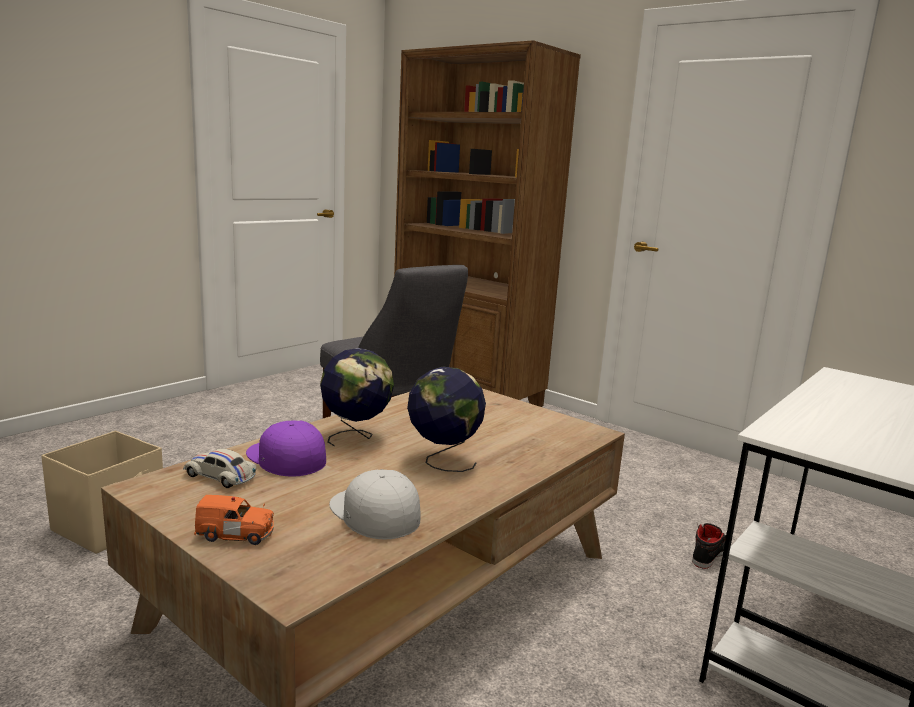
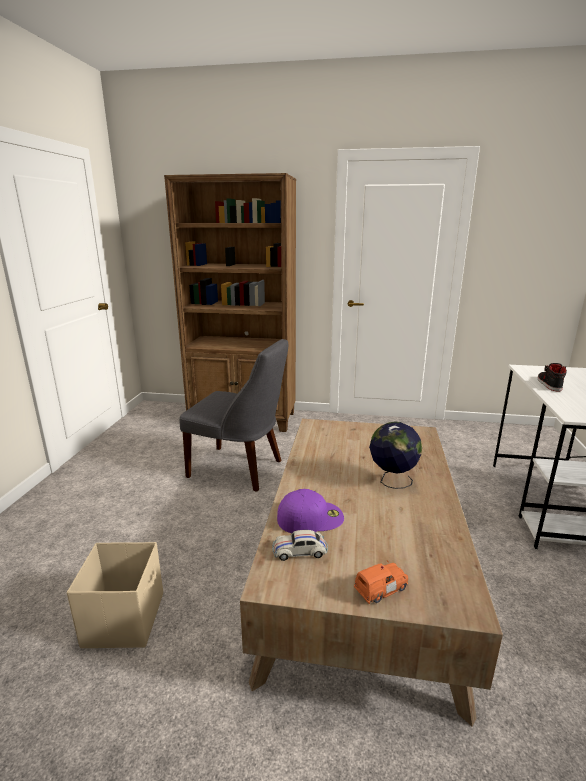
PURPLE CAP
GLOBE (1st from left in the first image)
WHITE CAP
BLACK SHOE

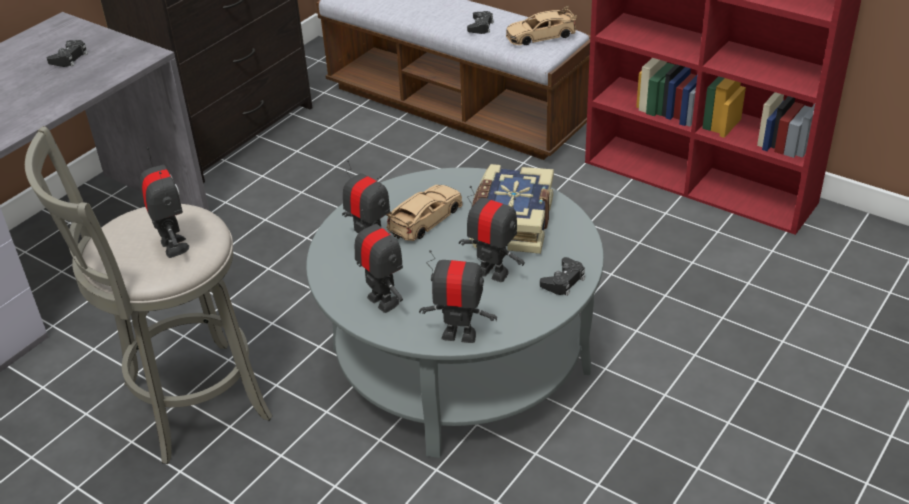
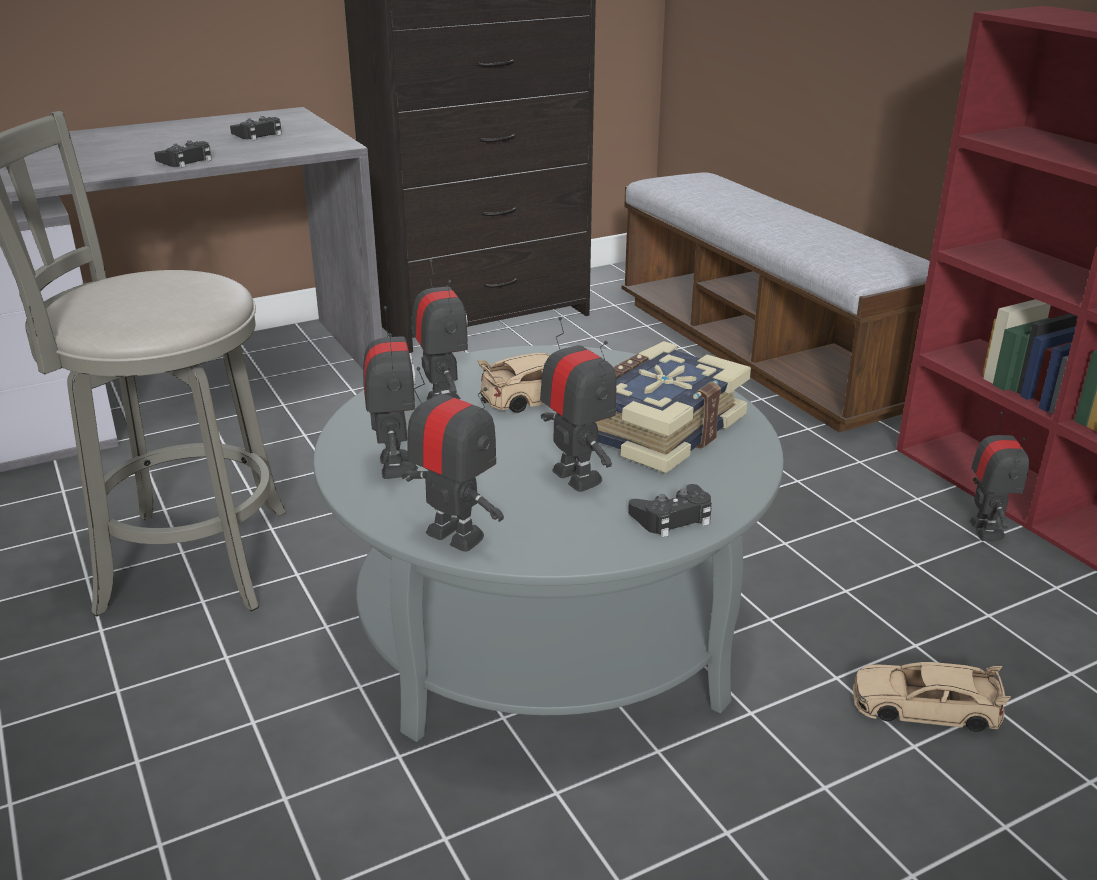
TOY ROBOT (5th from left)
BLACK GAME CONTROLLER (1st from left)
BEIGE TOY CAR (2nd from left)

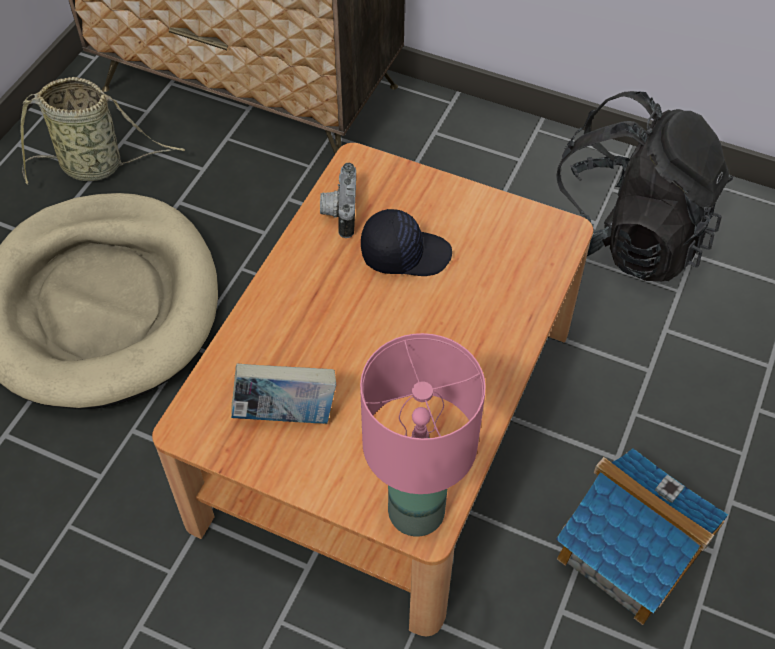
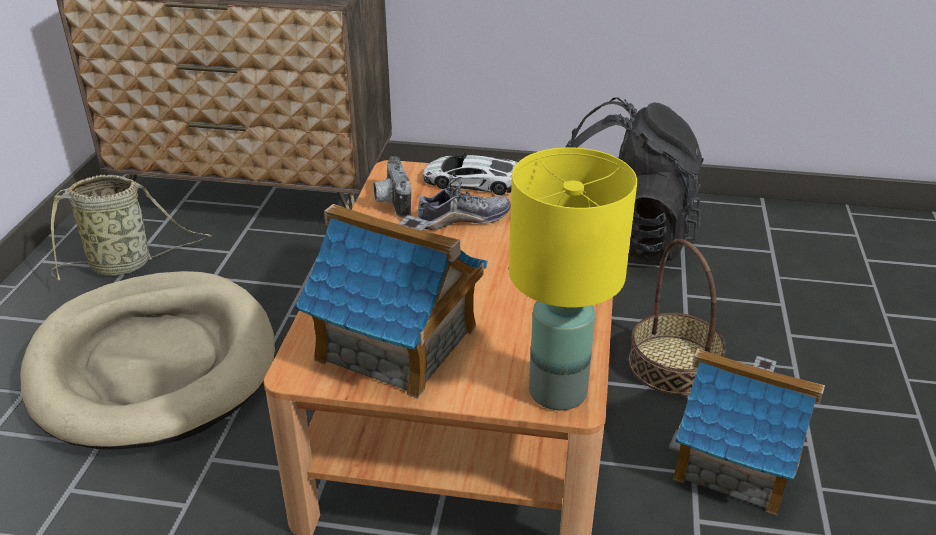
TOY HOUSE (1st from left)
YELLOW TABLE LAMP
SHOE
TOY CAR
BASKET (2nd from left)

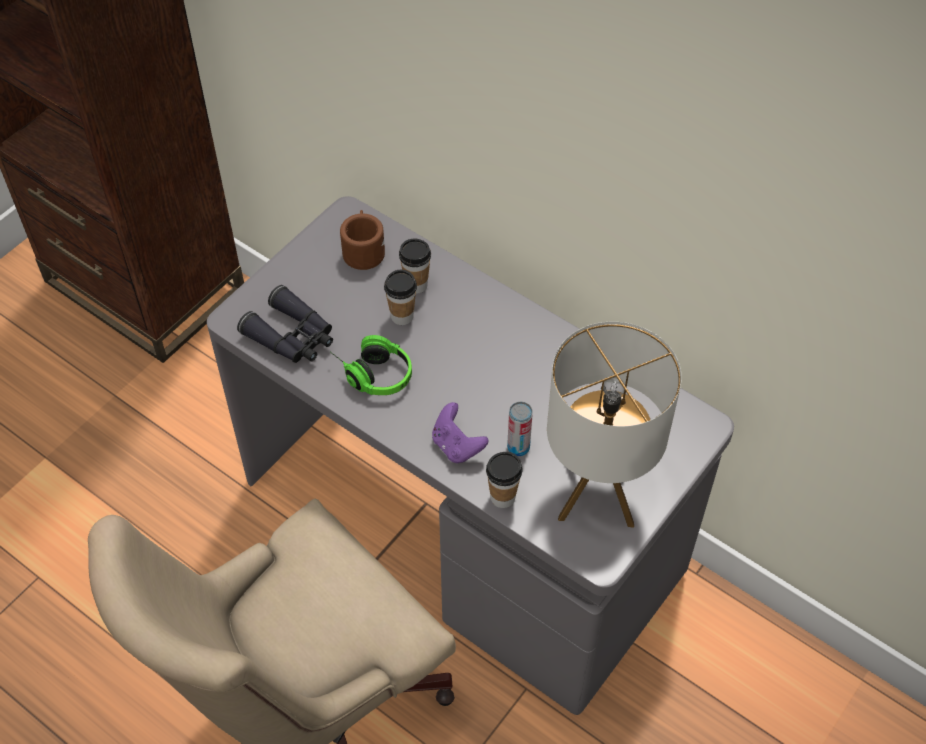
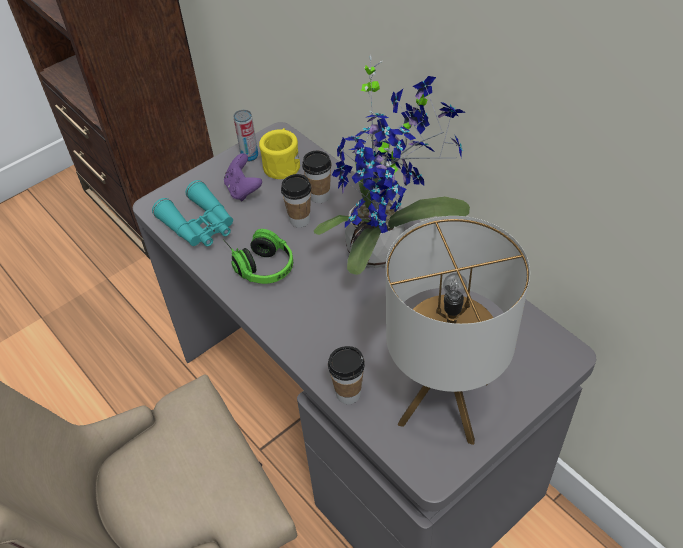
TURQUOISE BINOCULARS
YELLOW MUG
PURPLE GAME CONTROLLER
CAN
POTTED PLANT

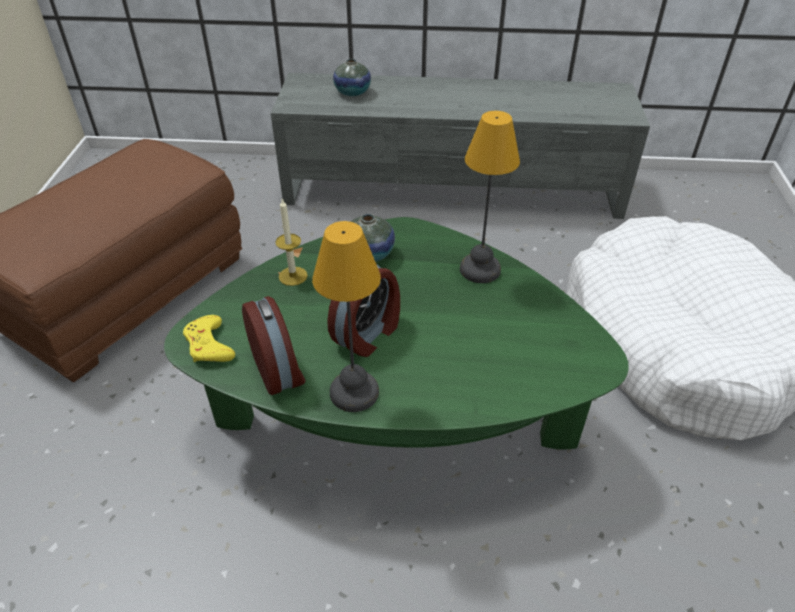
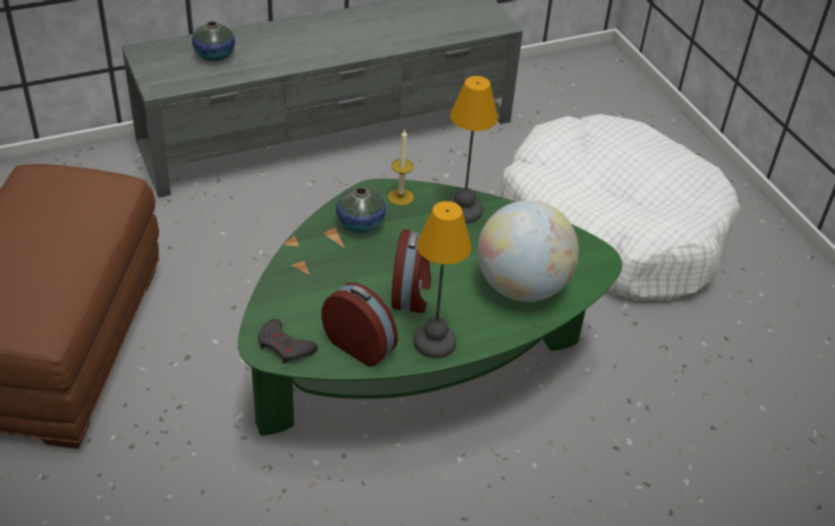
GREY GAME CONTROLLER
CANDLE
GLOBE

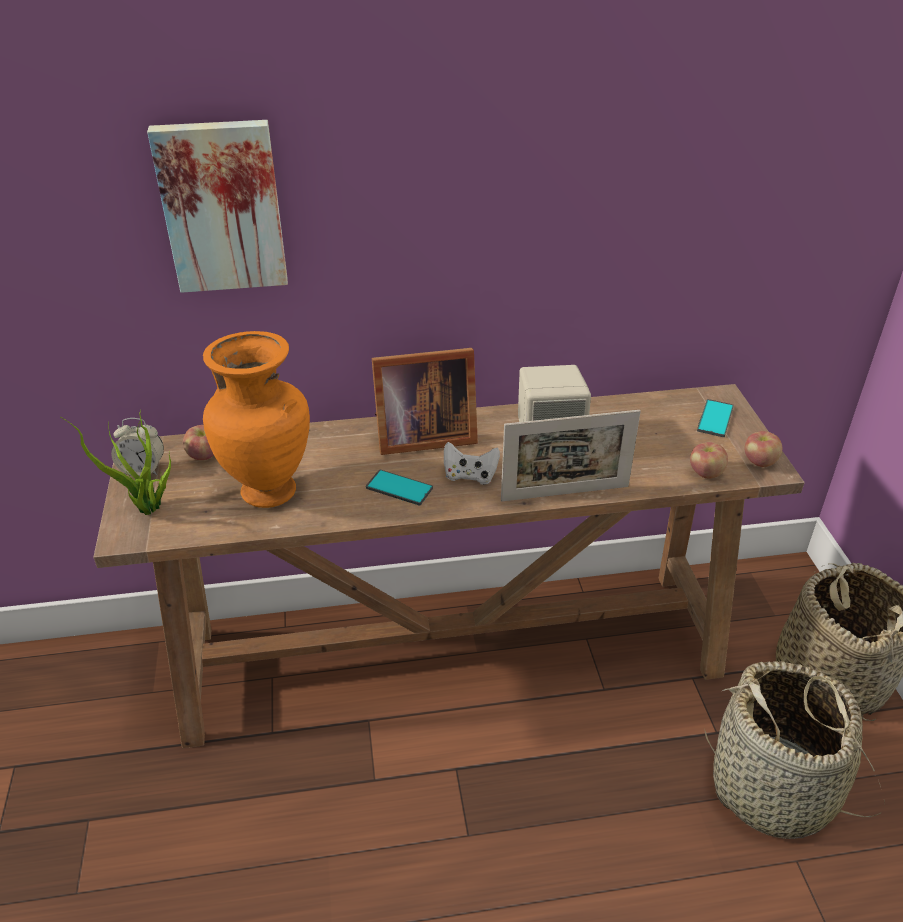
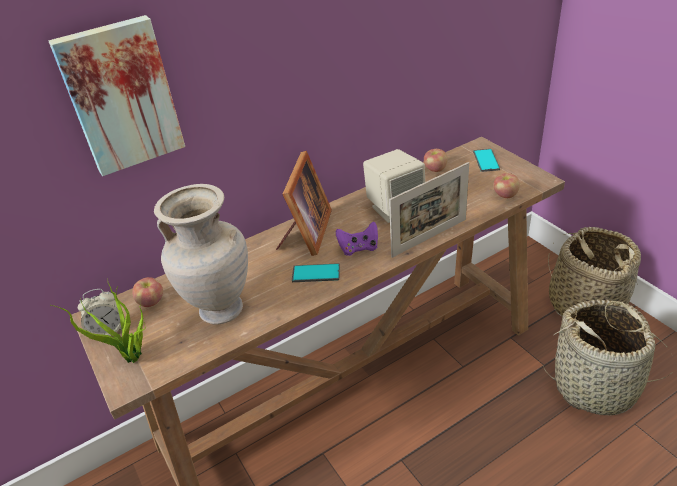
BEIGE VASE
PICTURE FRAME (1st from left)
PURPLE GAME CONTROLLER
APPLE (2nd from left)

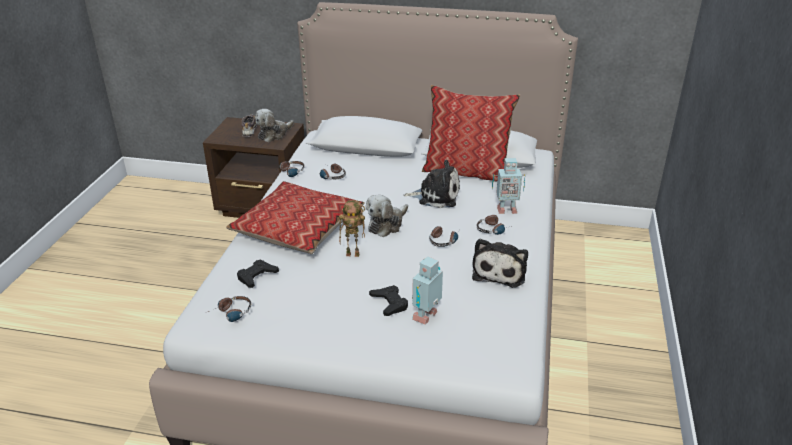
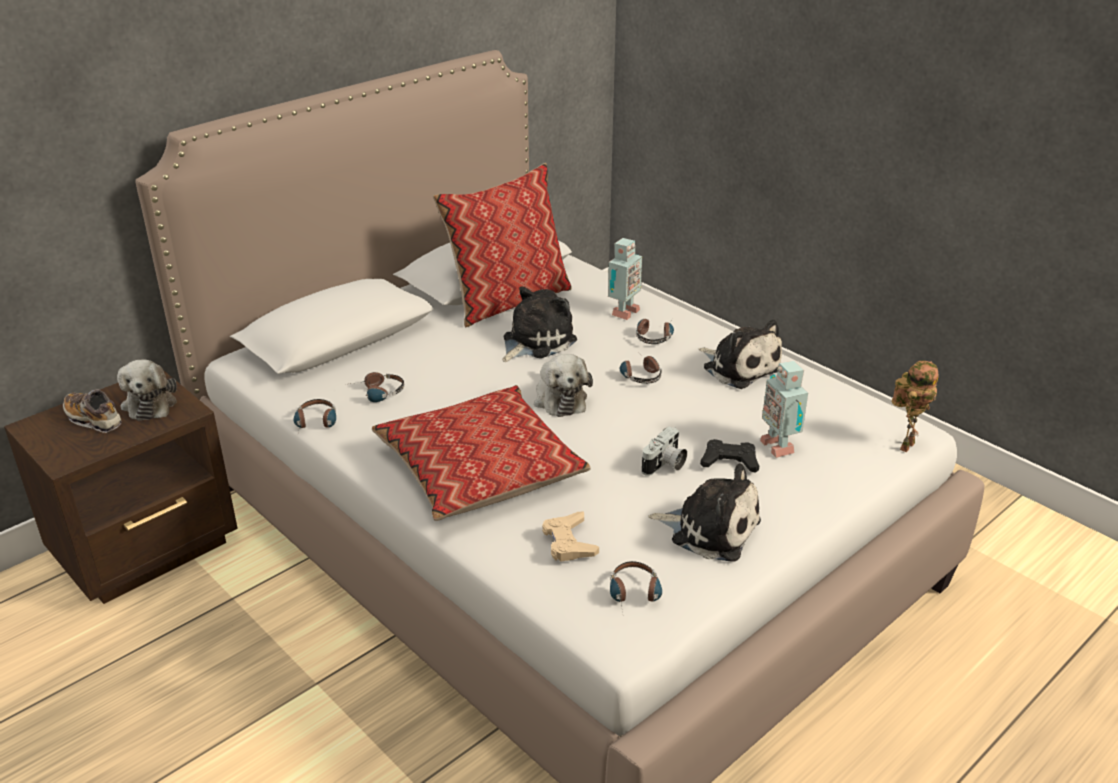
BEIGE GAME CONTROLLER
TOY ROBOT (3rd from left)
PHOTO CAMERA
PLUSH TOY (4th from left)

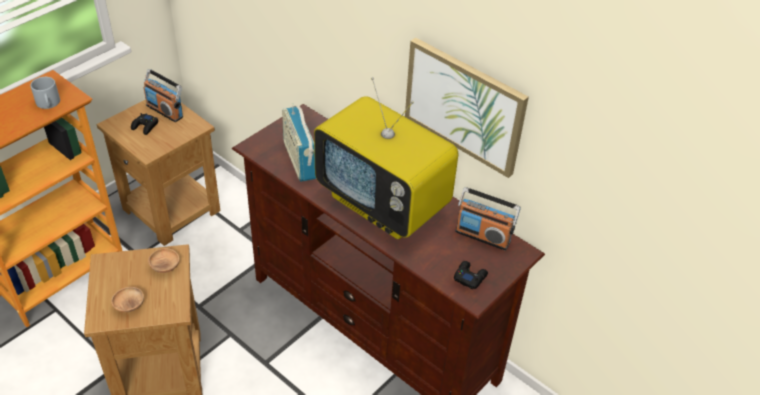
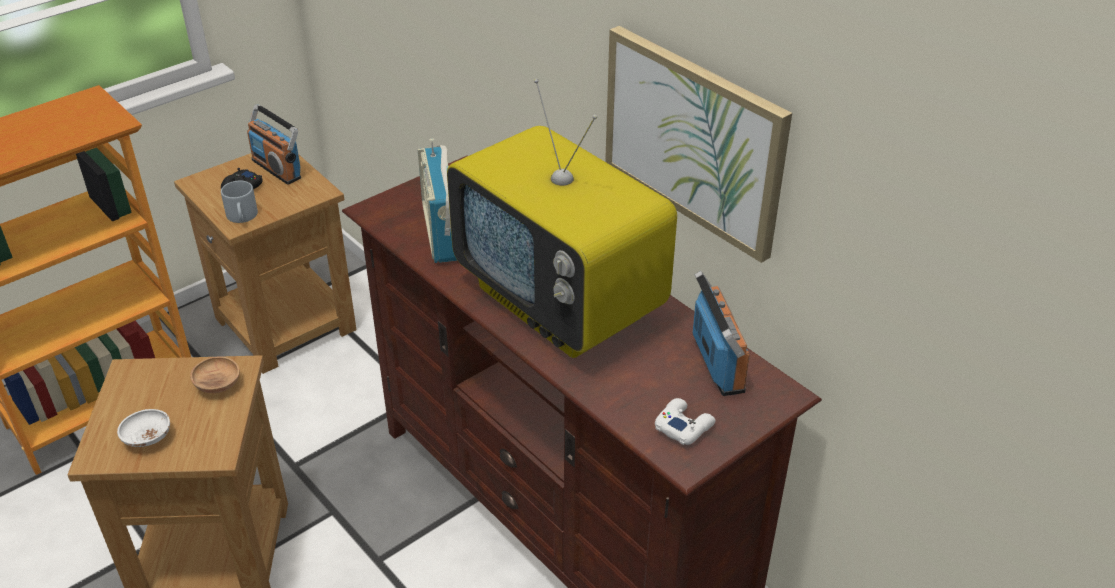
GREY MUG
WHITE BOWL
WHITE GAME CONTROLLER
RADIO (3rd from left)

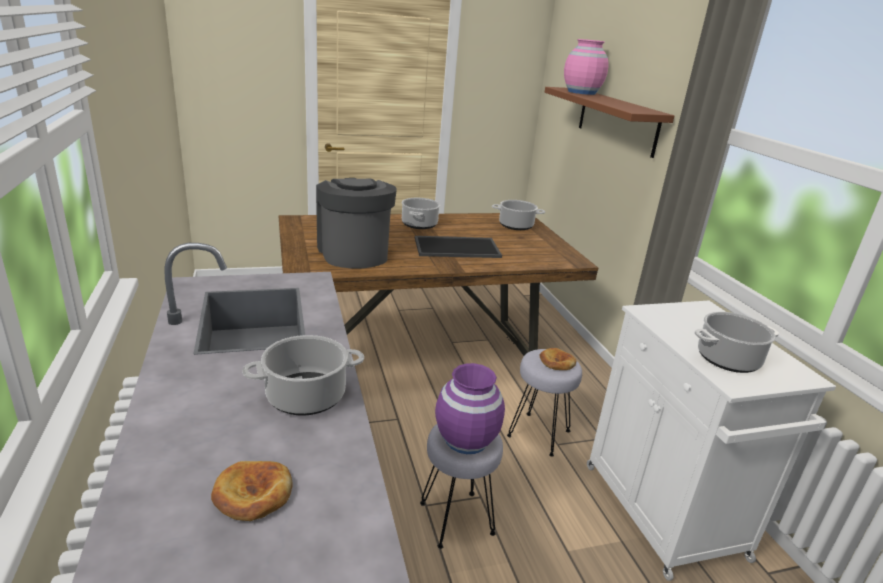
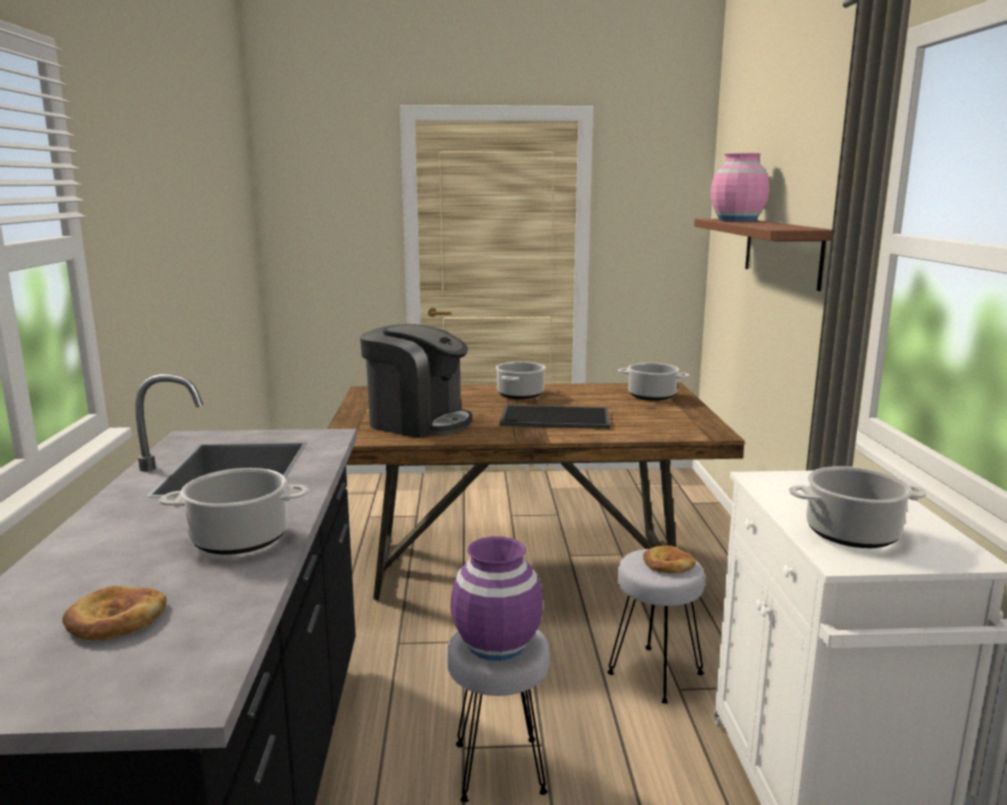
COFFEE MACHINE

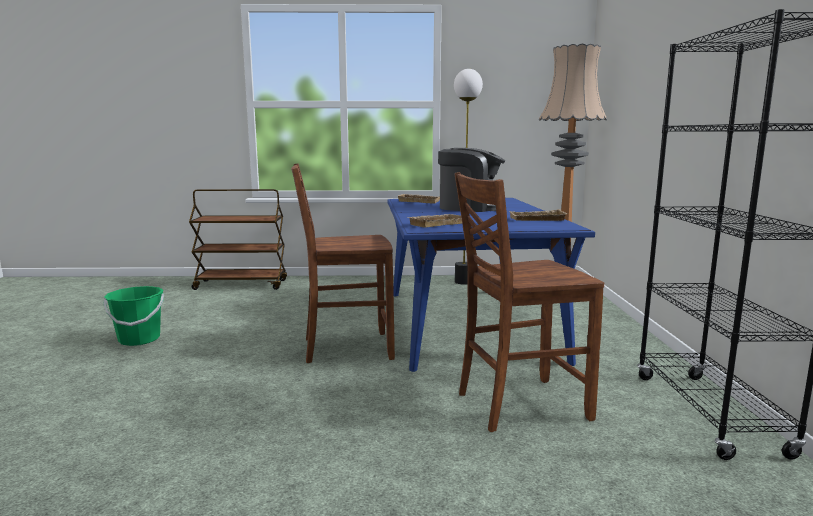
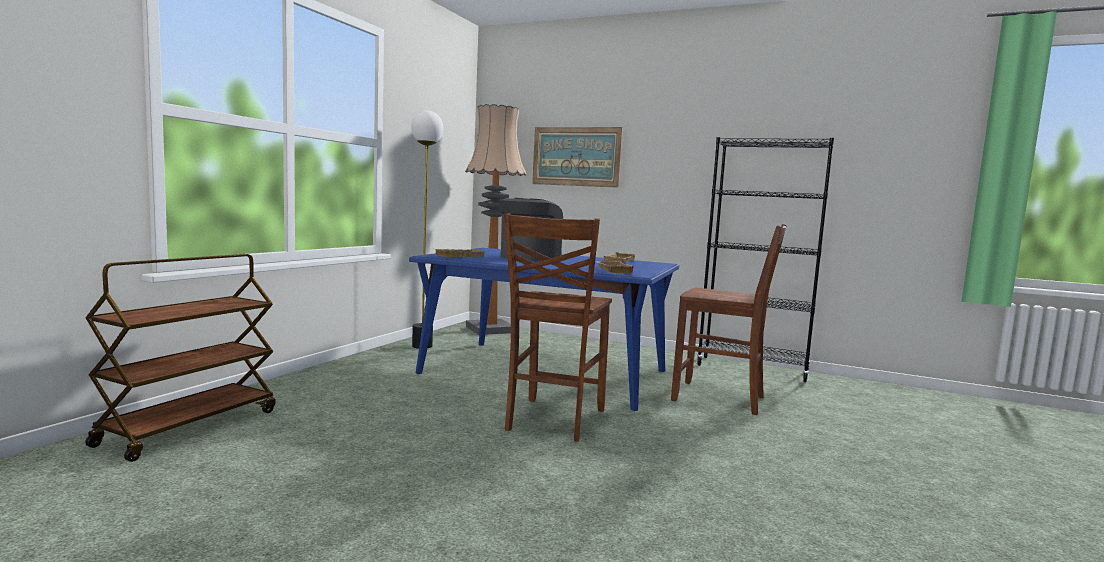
GREEN BUCKET
BROWN CHAIR (2nd from left)
PICTURE

